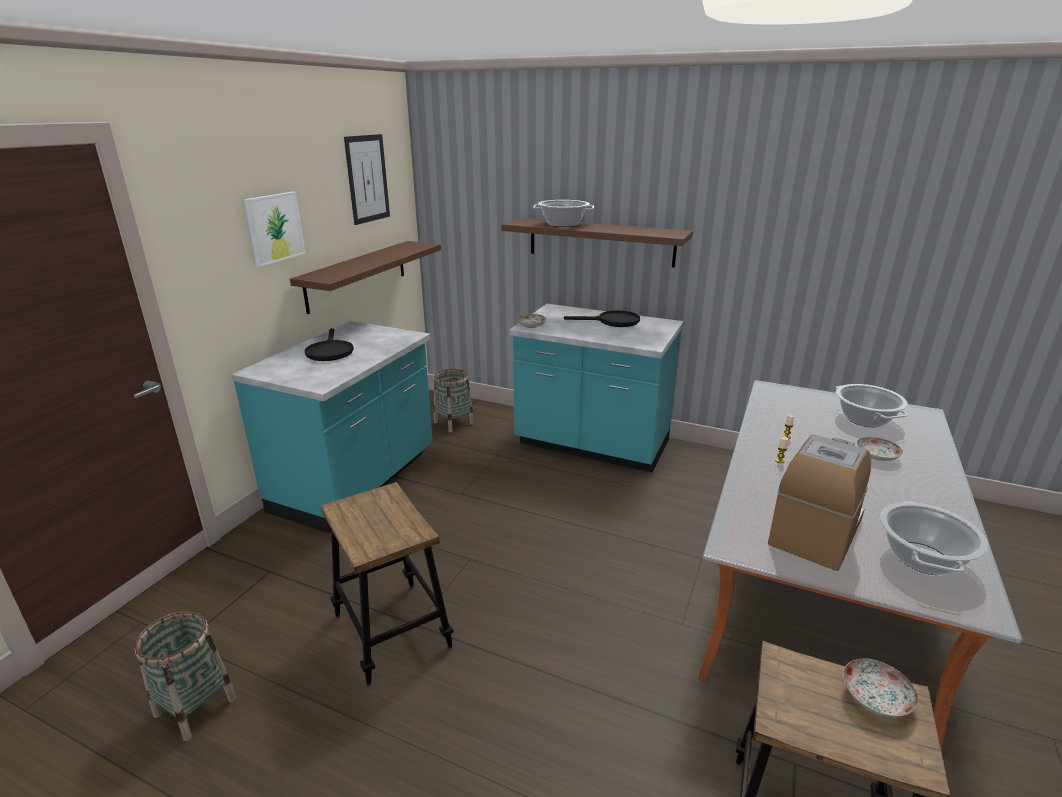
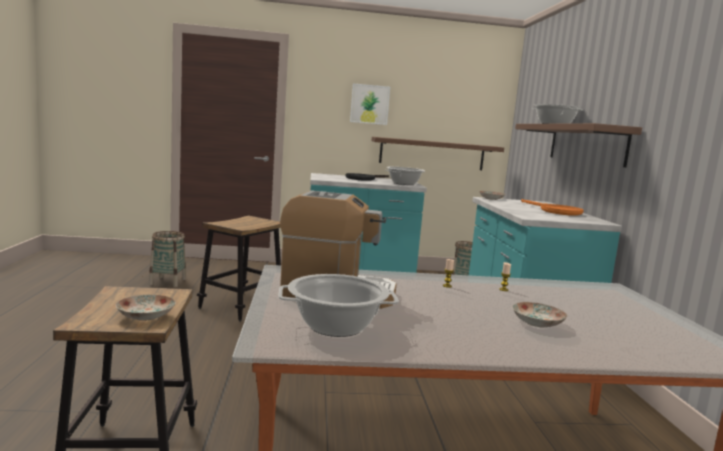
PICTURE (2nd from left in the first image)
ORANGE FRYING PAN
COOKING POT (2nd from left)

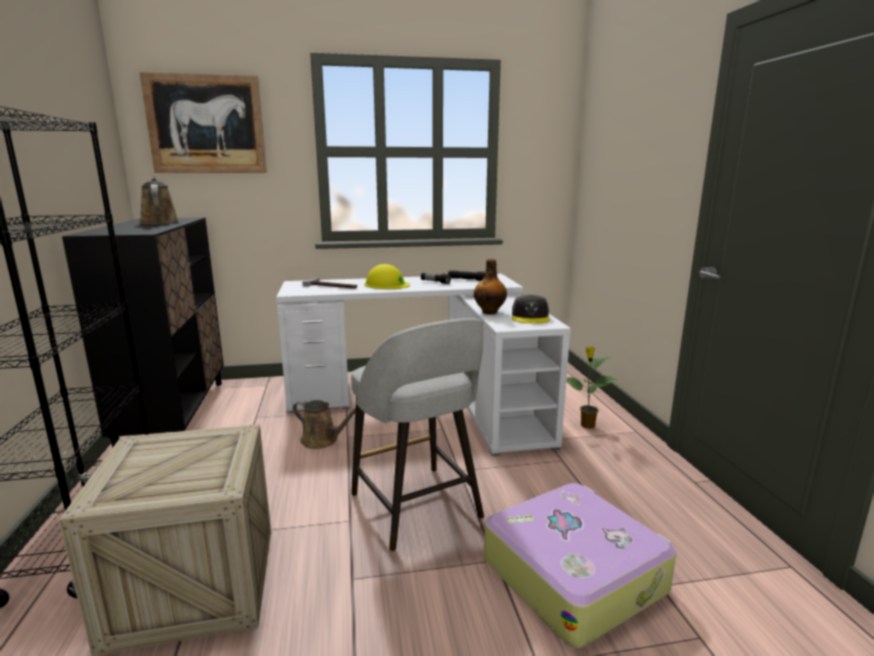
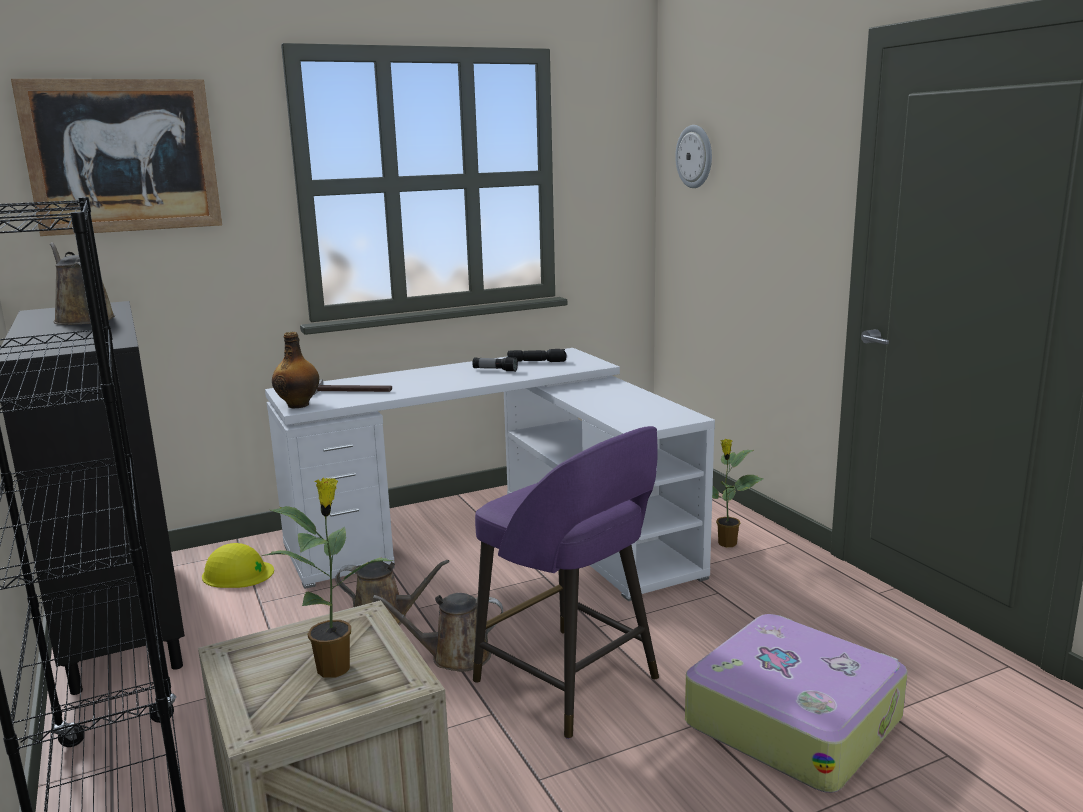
PURPLE STOOL
YELLOW HARD HAT
BOTTLE
GREY CAP
POTTED PLANT (1st from left)
BROWN WATERING CAN (3rd from left)
WALL CLOCK

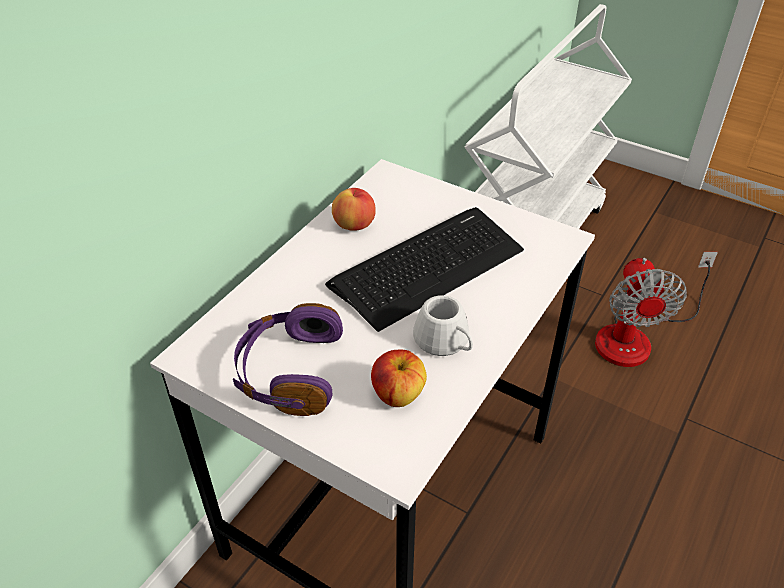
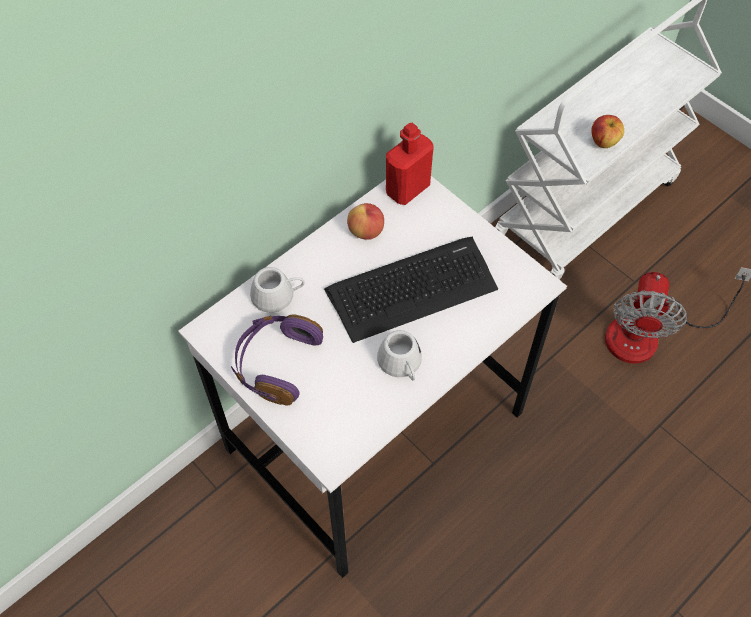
APPLE (2nd from left)
WHITE MUG (1st from left)
RED BOTTLE

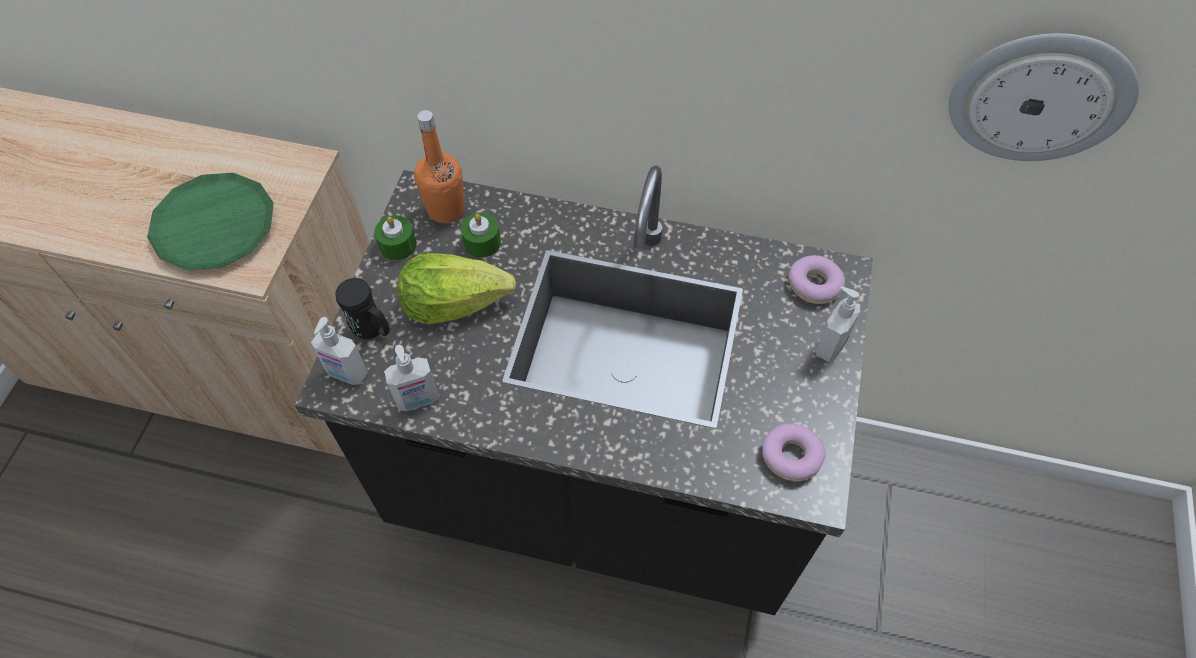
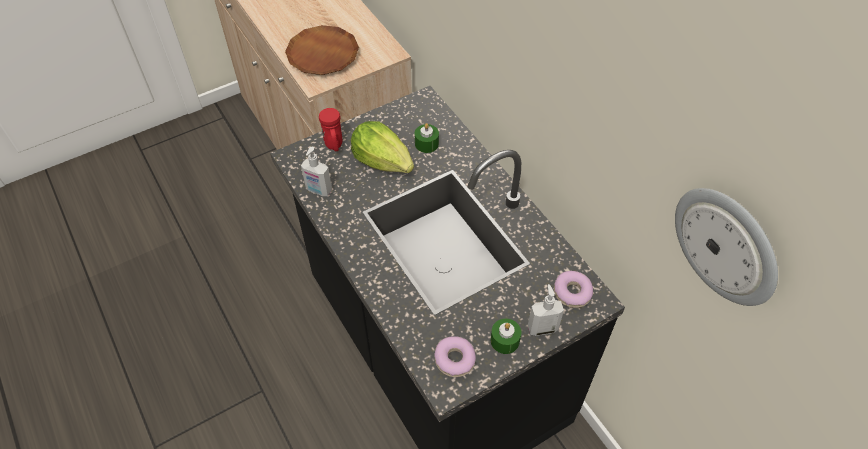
BROWN PLATE
SOAP DISPENSER (1st from left in the first image)
RED MUG
GREEN CANDLE (2nd from left)
ORANGE BOTTLE

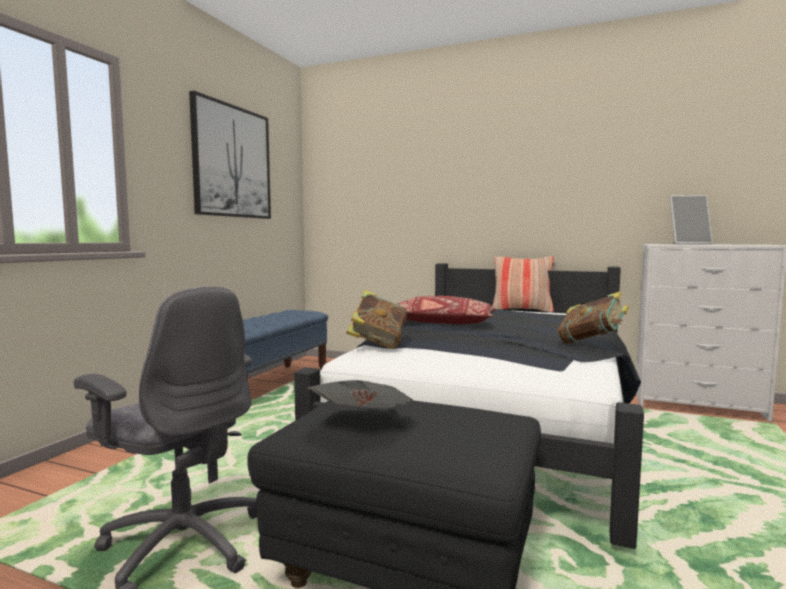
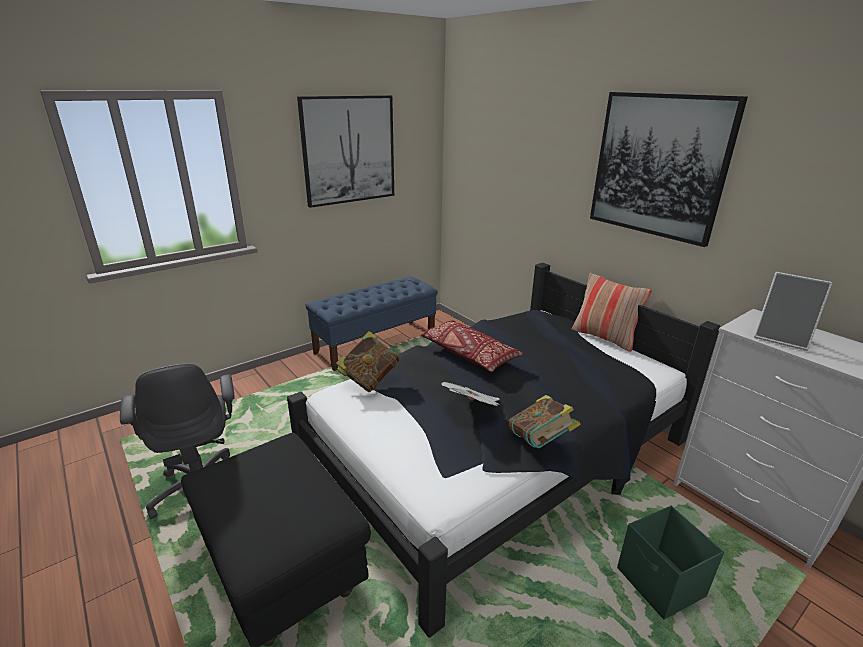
NEWSPAPER
PICTURE (2nd from left)
GREEN STORAGE BOX

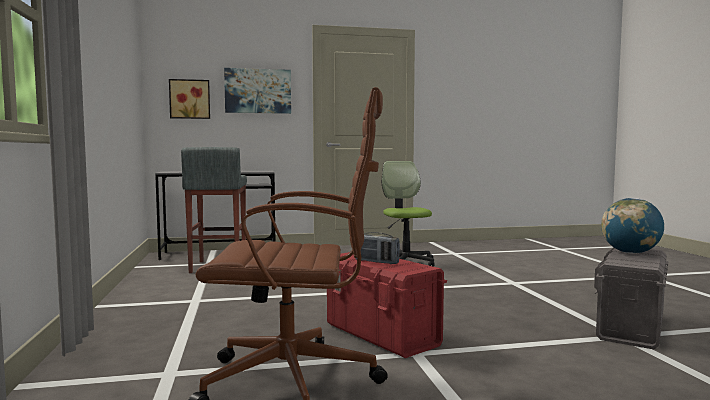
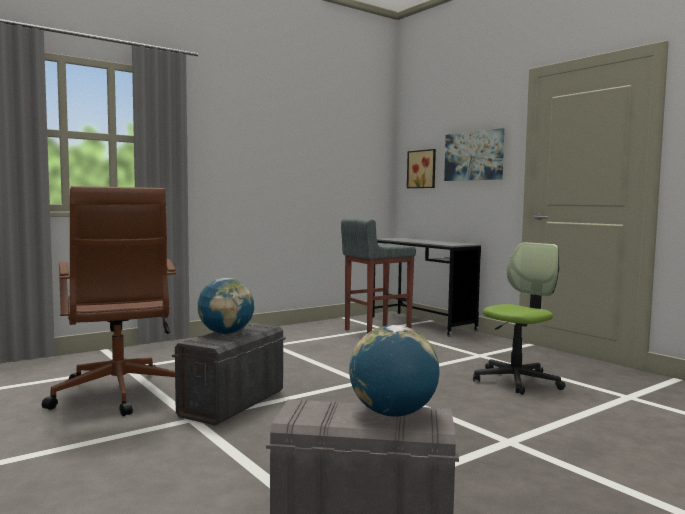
GREY STORAGE BOX (1st from left)
GLOBE (1st from left)

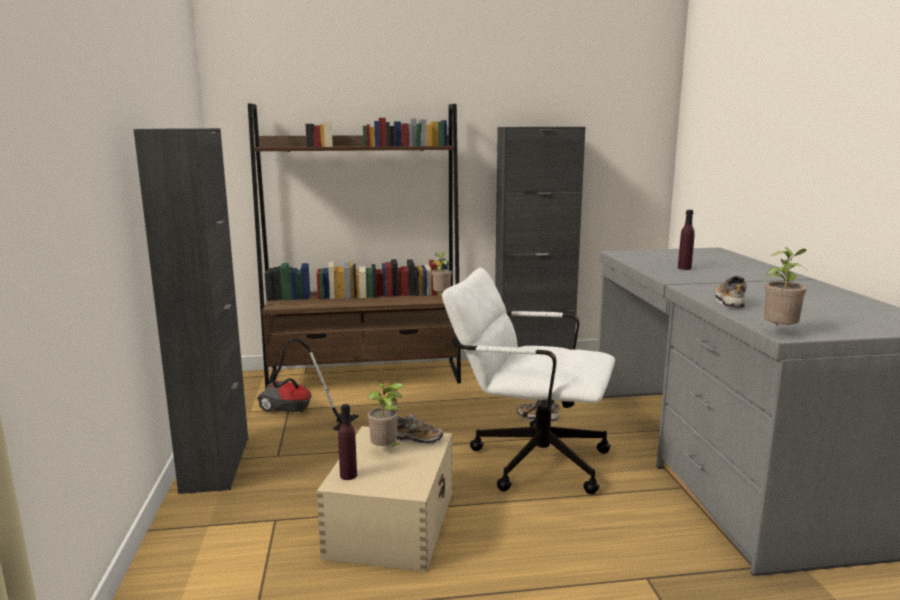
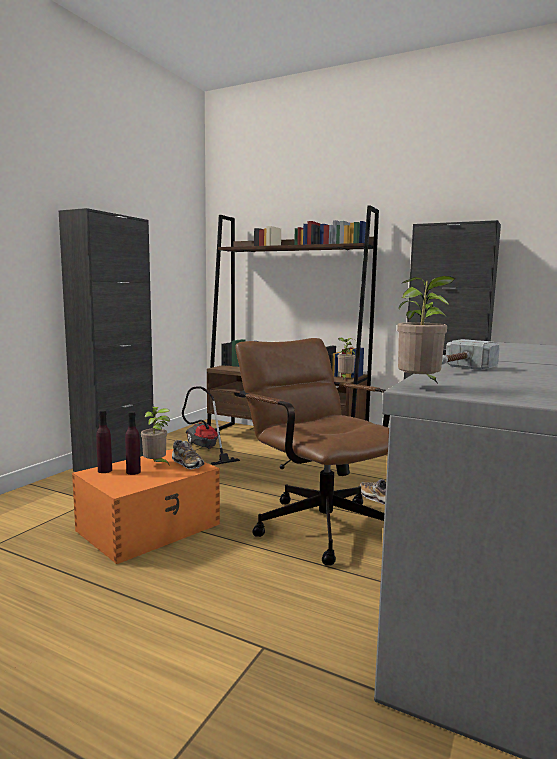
ORANGE STORAGE BOX
BROWN OFFICE CHAIR
PURPLE BOTTLE (2nd from left)
HAMMER

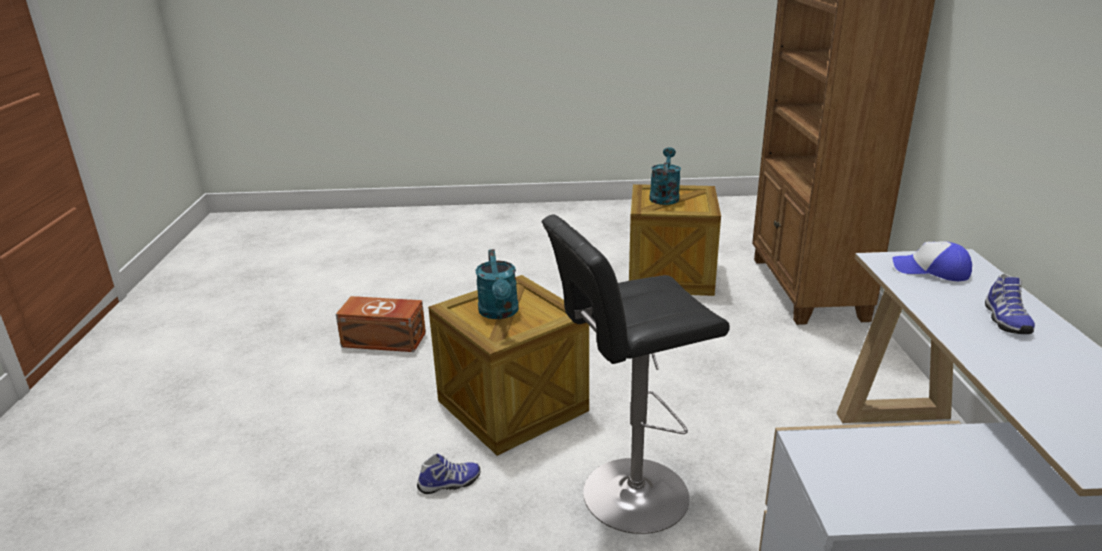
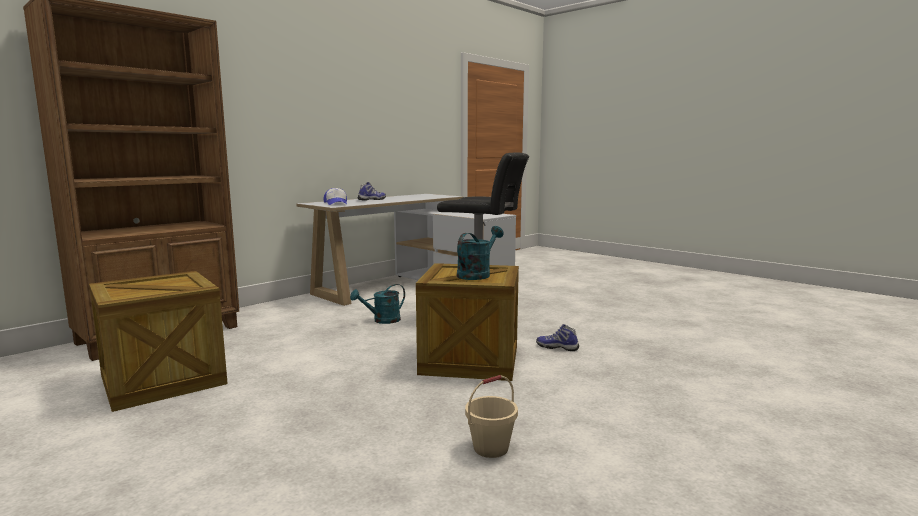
BEIGE BUCKET
TURQUOISE WATERING CAN (1st from left)

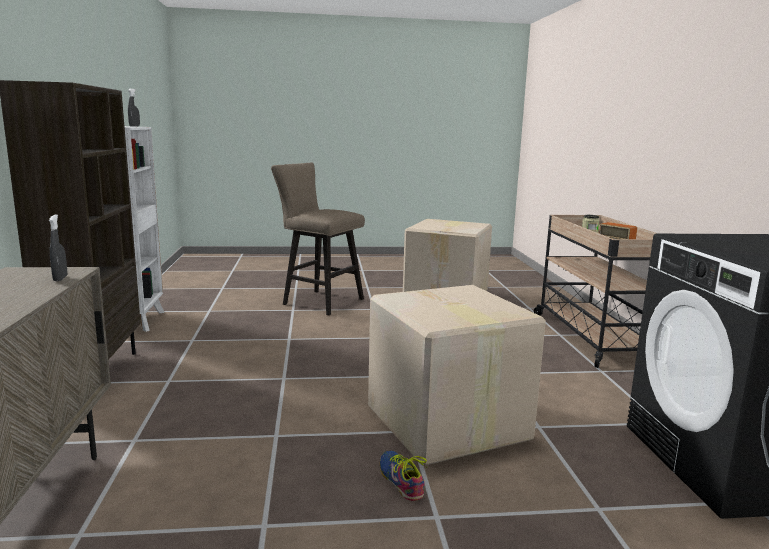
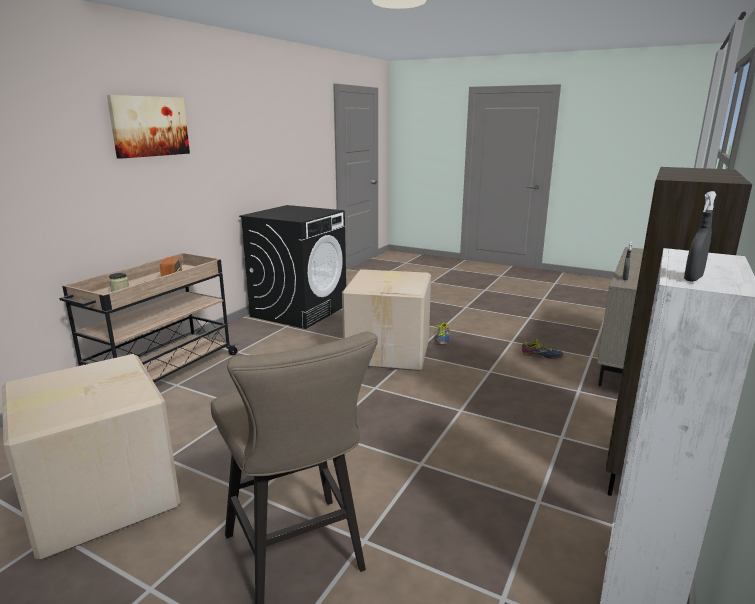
PICTURE
SHOE (2nd from left)

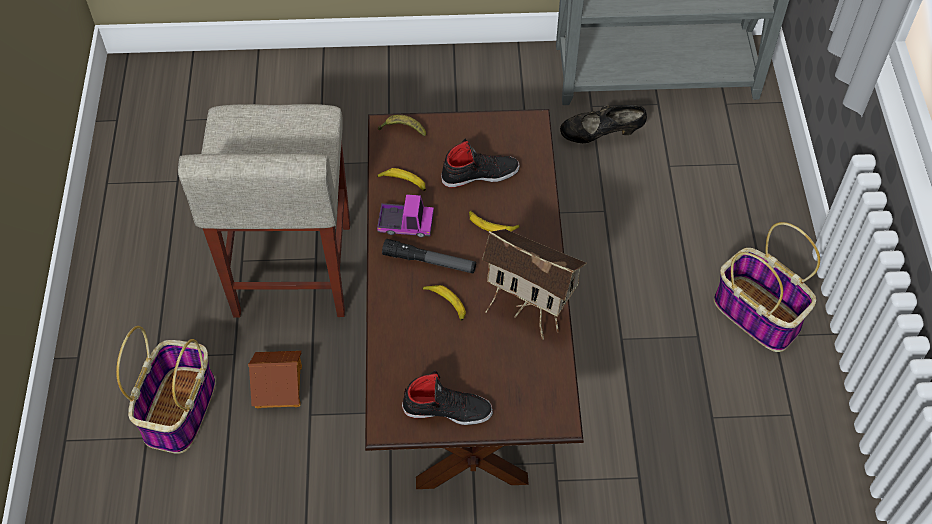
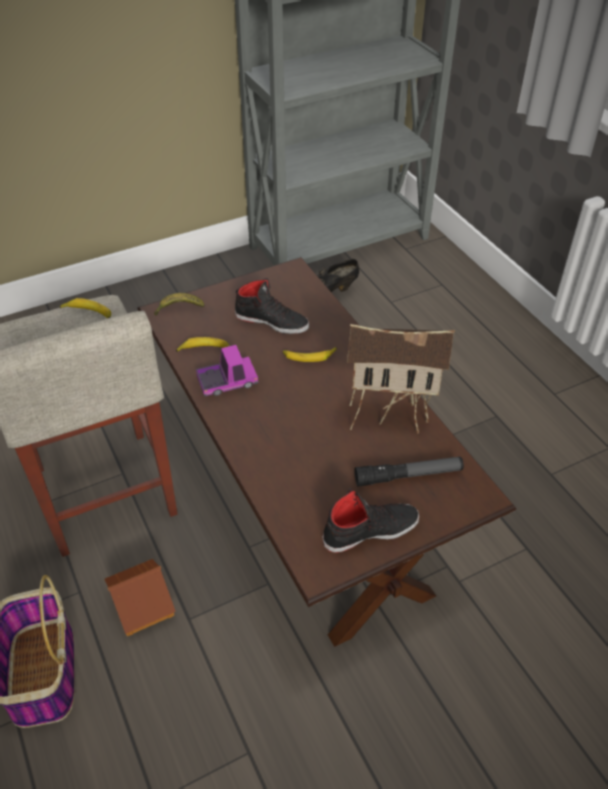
FLASHLIGHT
BANANA (1st from left)
BLACK SHOE (1st from left)
BASKET (2nd from left in the first image)

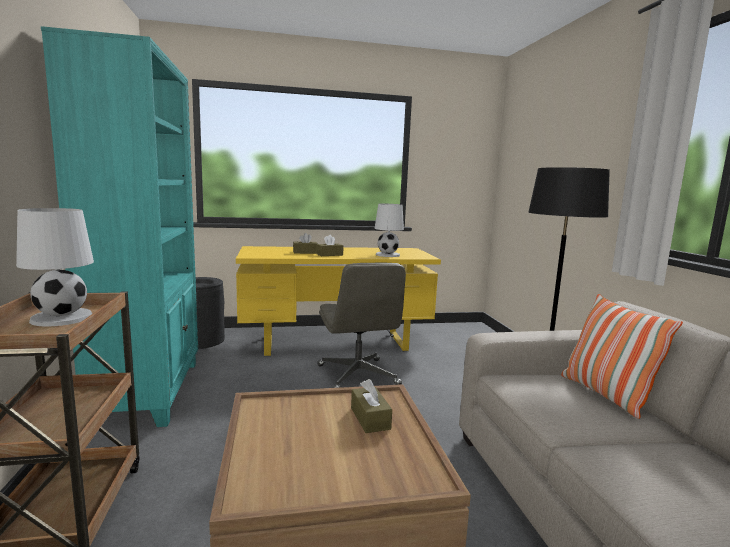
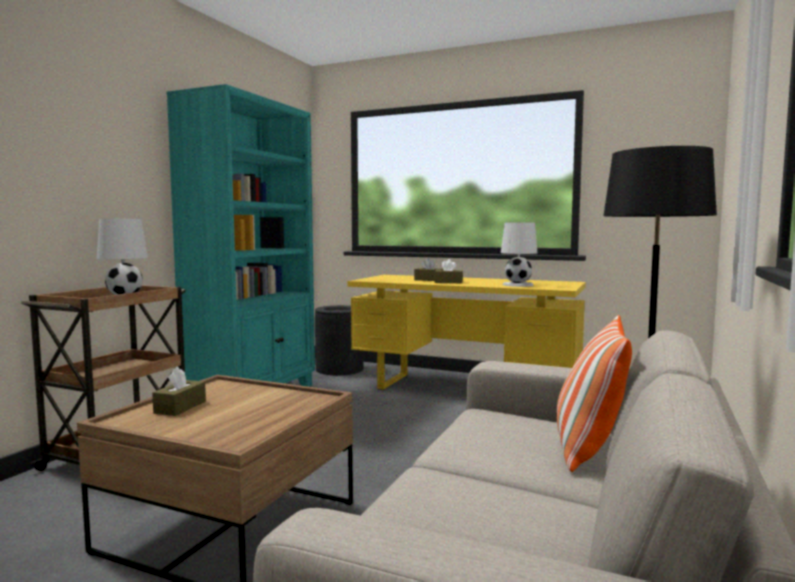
GREY OFFICE CHAIR
BROWN TISSUE BOX (1st from left)

